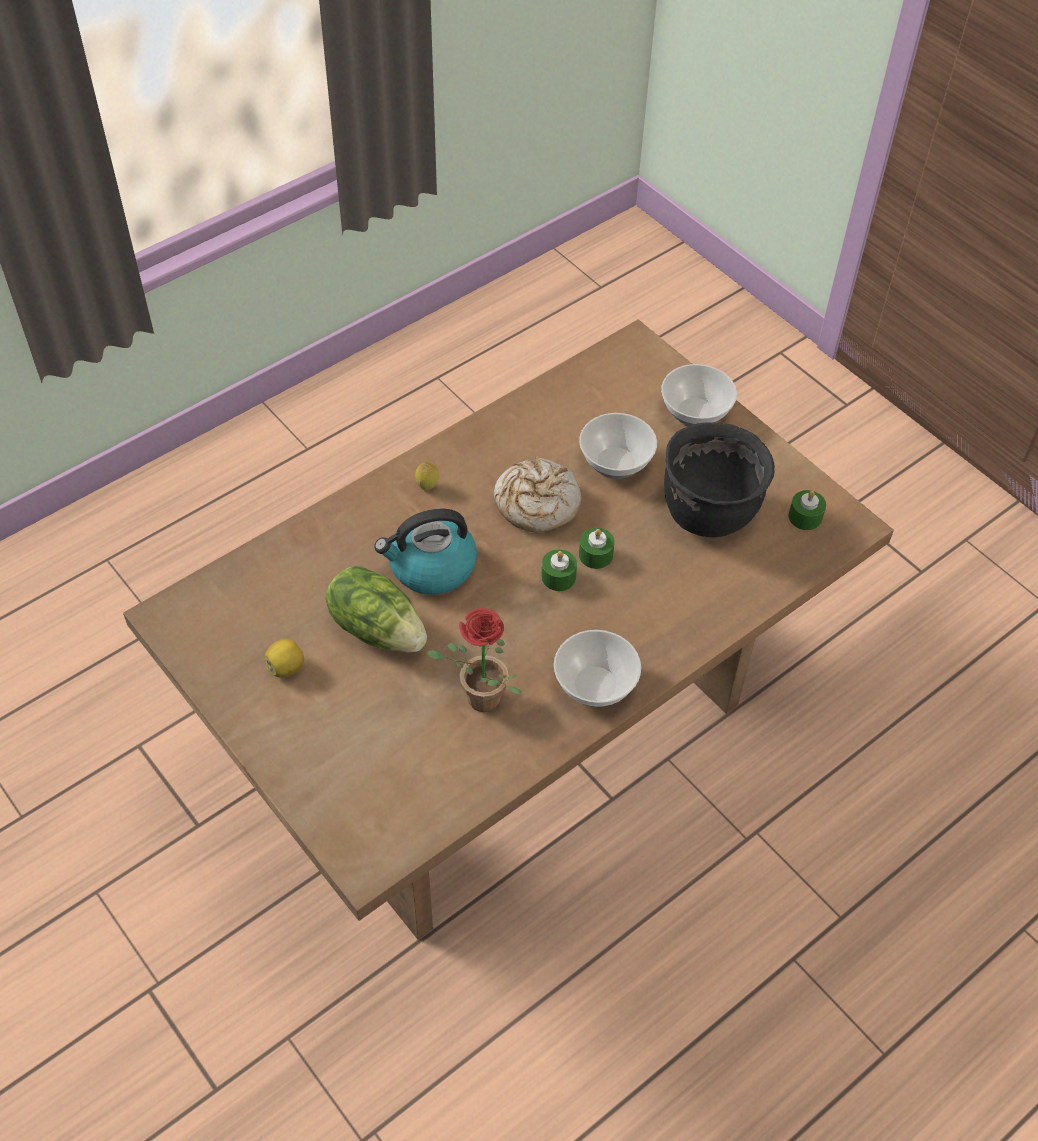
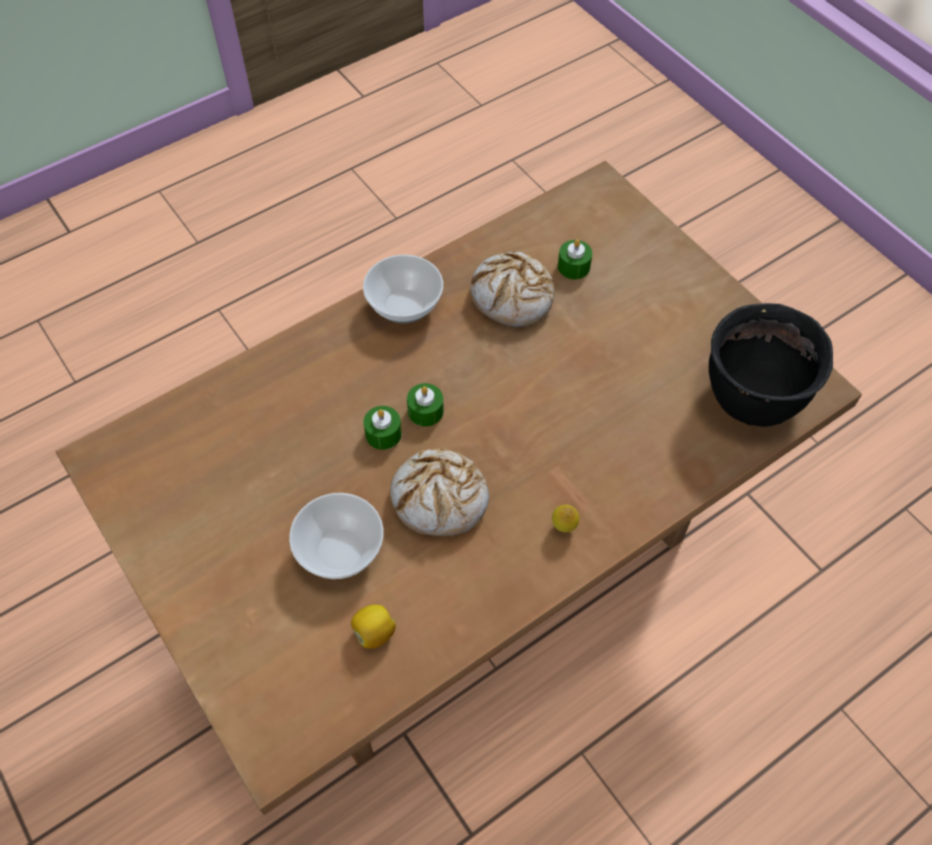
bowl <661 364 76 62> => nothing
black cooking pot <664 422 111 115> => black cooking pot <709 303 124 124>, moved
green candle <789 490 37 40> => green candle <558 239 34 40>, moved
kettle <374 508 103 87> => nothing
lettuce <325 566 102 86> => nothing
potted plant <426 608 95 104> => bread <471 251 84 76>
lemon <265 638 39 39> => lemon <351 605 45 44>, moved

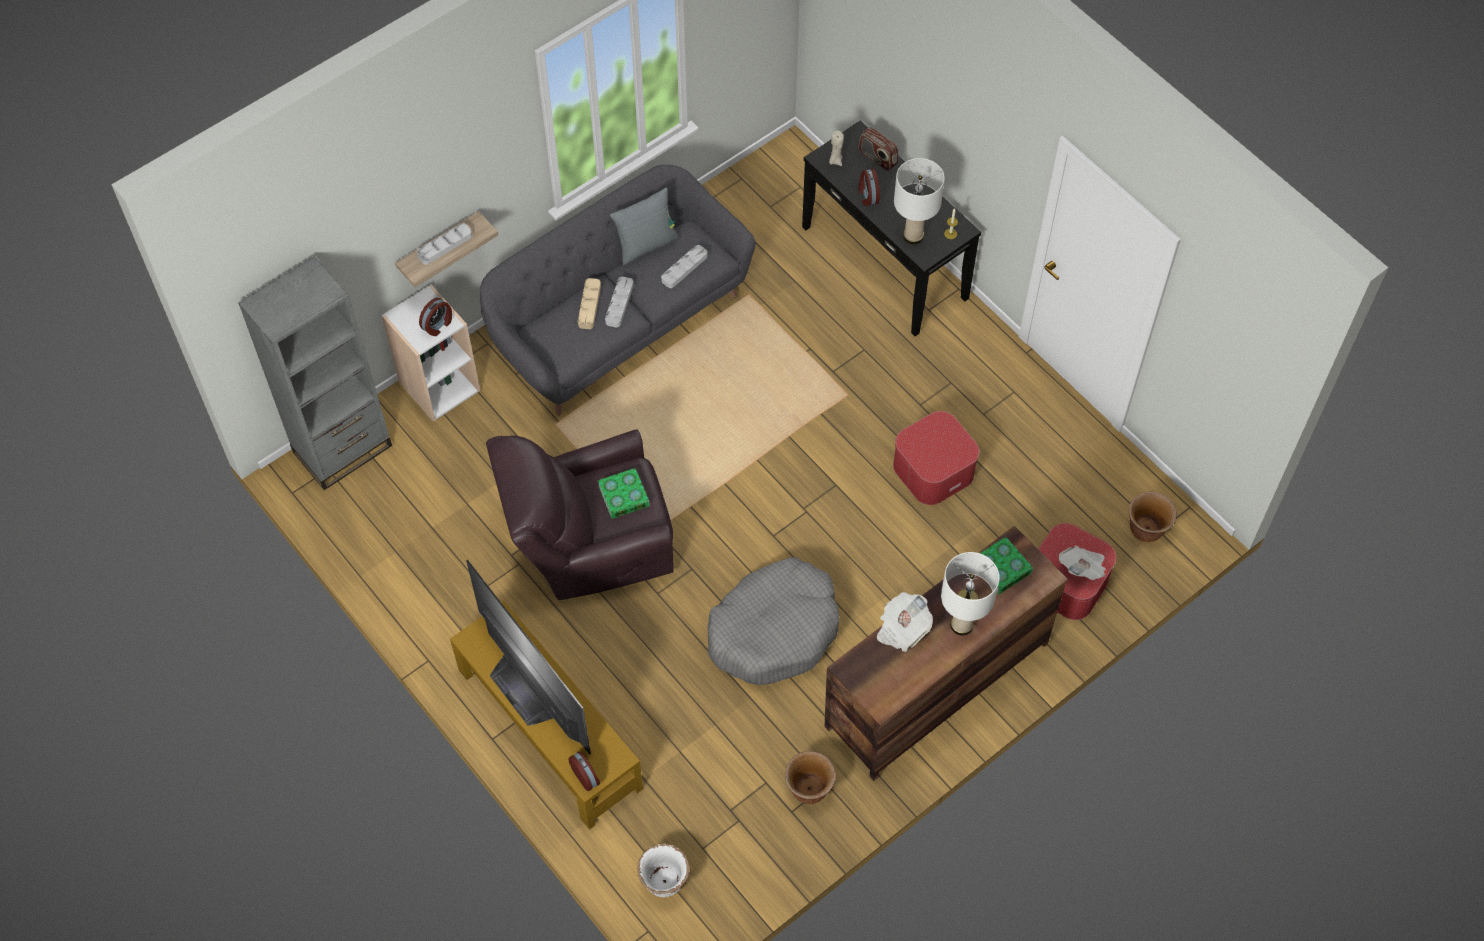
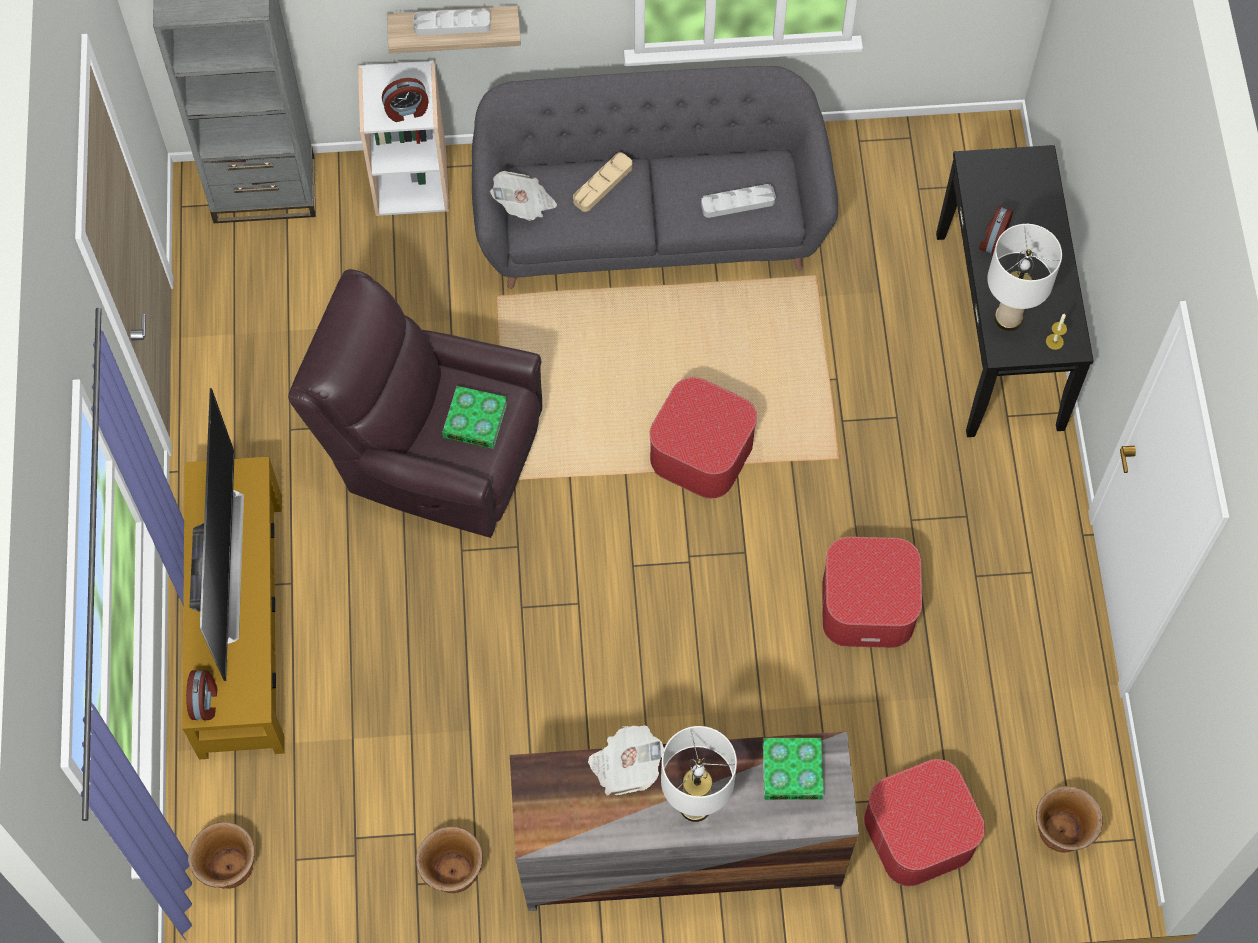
radio <858 127 41 44> => nothing
beige candle <829 131 15 35> => nothing
grey pillow <610 187 69 78> => nothing
grey tray <605 277 29 51> => nothing
brown cabinet <825 526 243 255> => grey cabinet <510 731 349 180>
newspaper <1059 545 47 35> => newspaper <490 171 67 50>, moved
grey dog bed <708 557 132 128> => nothing
white planter <638 844 51 53> => brown planter <188 822 67 67>
nothing => ottoman <649 377 108 122>

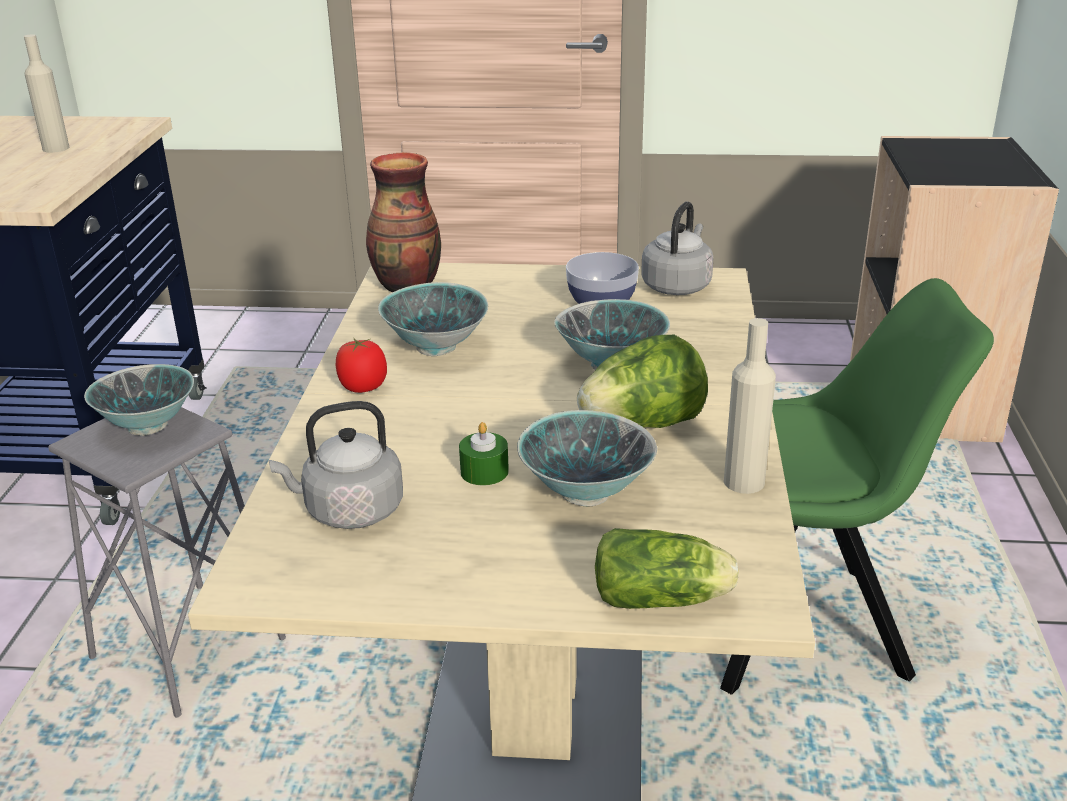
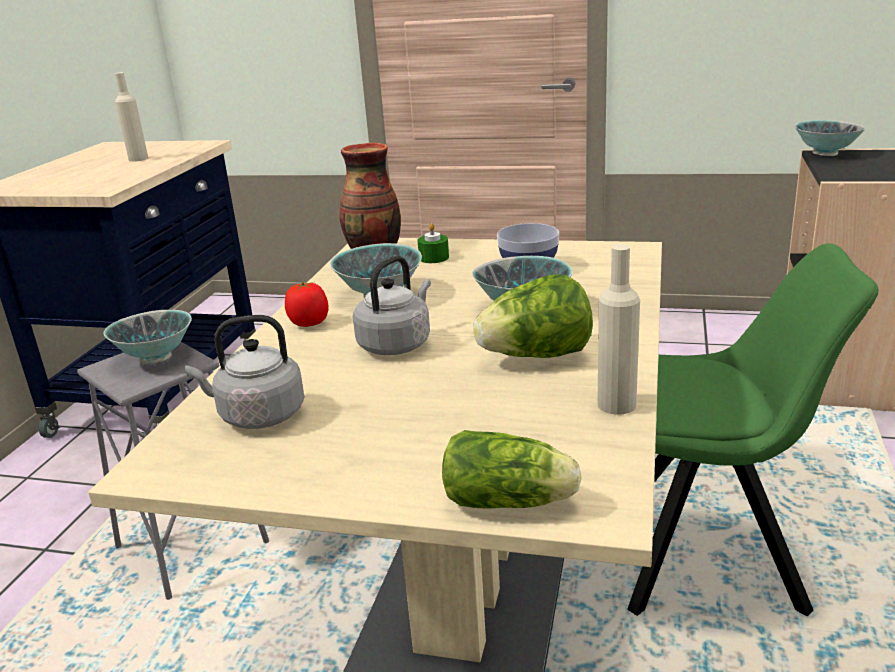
grey kettle <641 202 73 93> => grey kettle <353 255 78 100>, moved
bowl <517 410 140 96> => bowl <794 120 72 36>, moved
green candle <459 422 50 63> => green candle <418 223 31 40>, moved

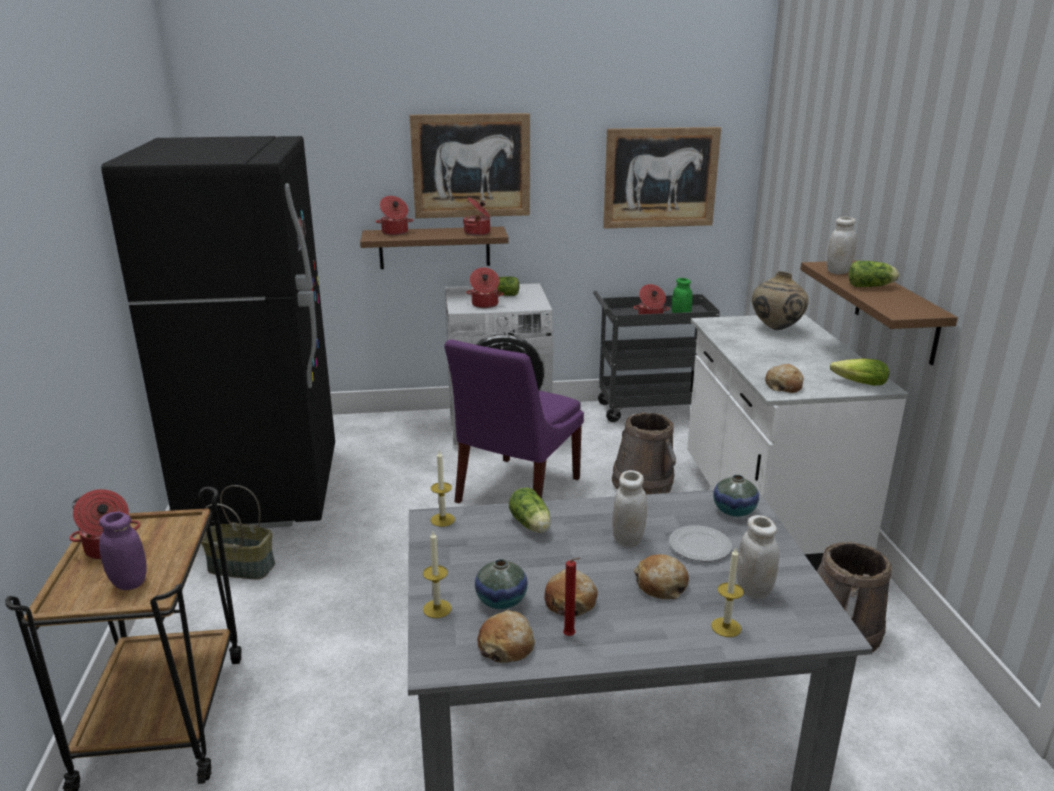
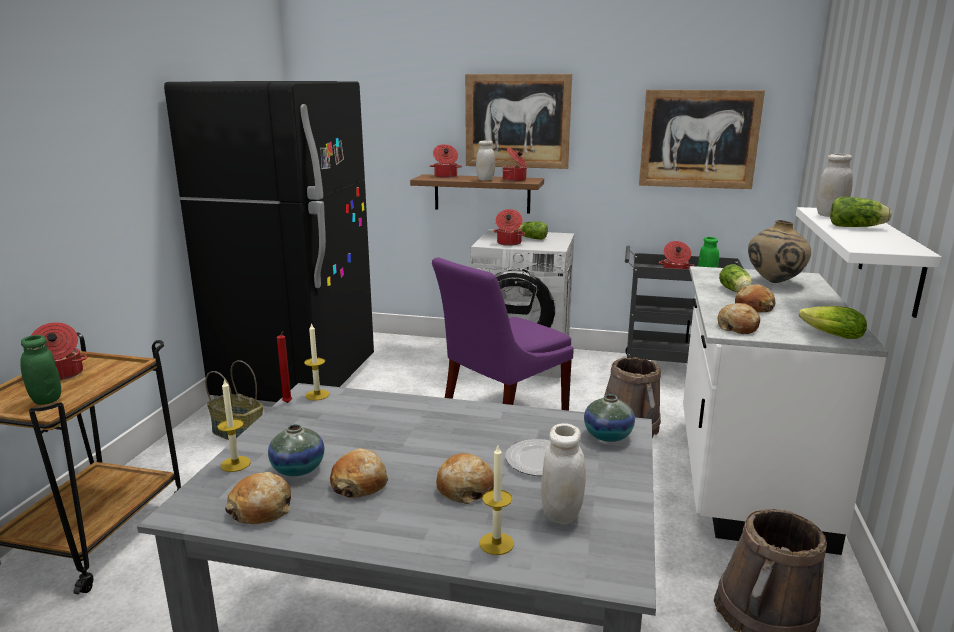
brown shelf <800 261 158 104> => white shelf <796 207 146 111>
white jar <612 470 35 77> => white jar <476 140 19 41>, moved
lettuce <509 488 42 45> => lettuce <719 264 33 28>, moved
purple jar <99 512 48 78> => green jar <20 335 41 70>
red candle <563 558 17 78> => red candle <277 331 15 72>, moved
nothing => bread <735 284 40 28>

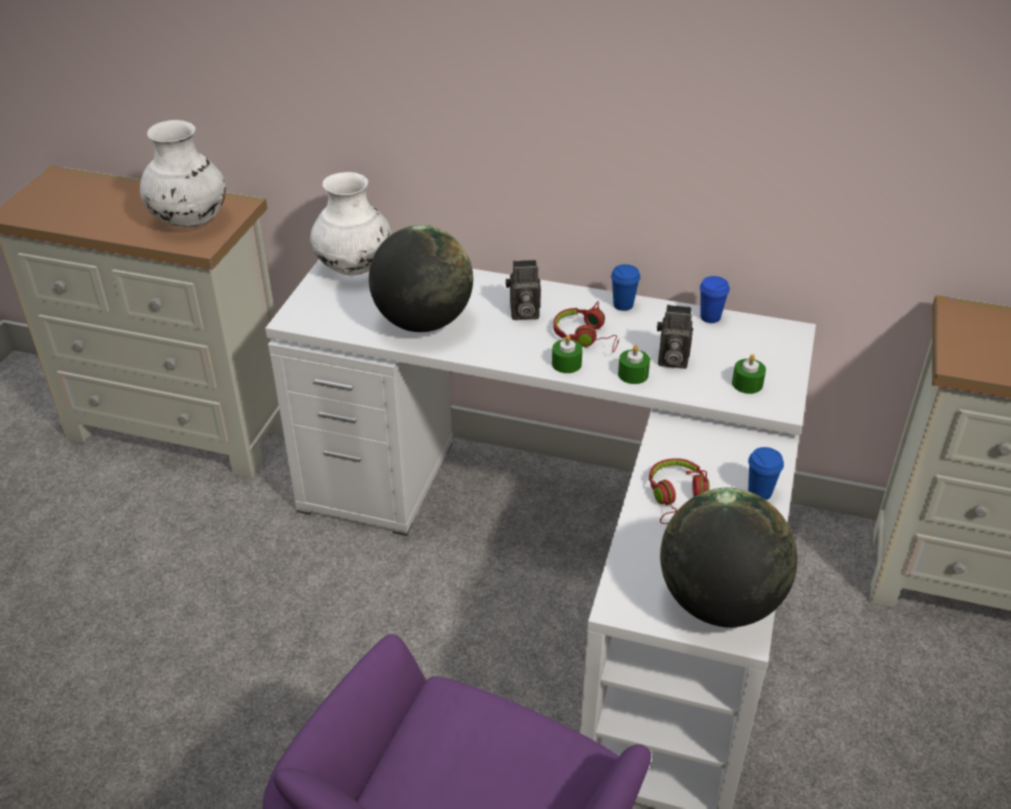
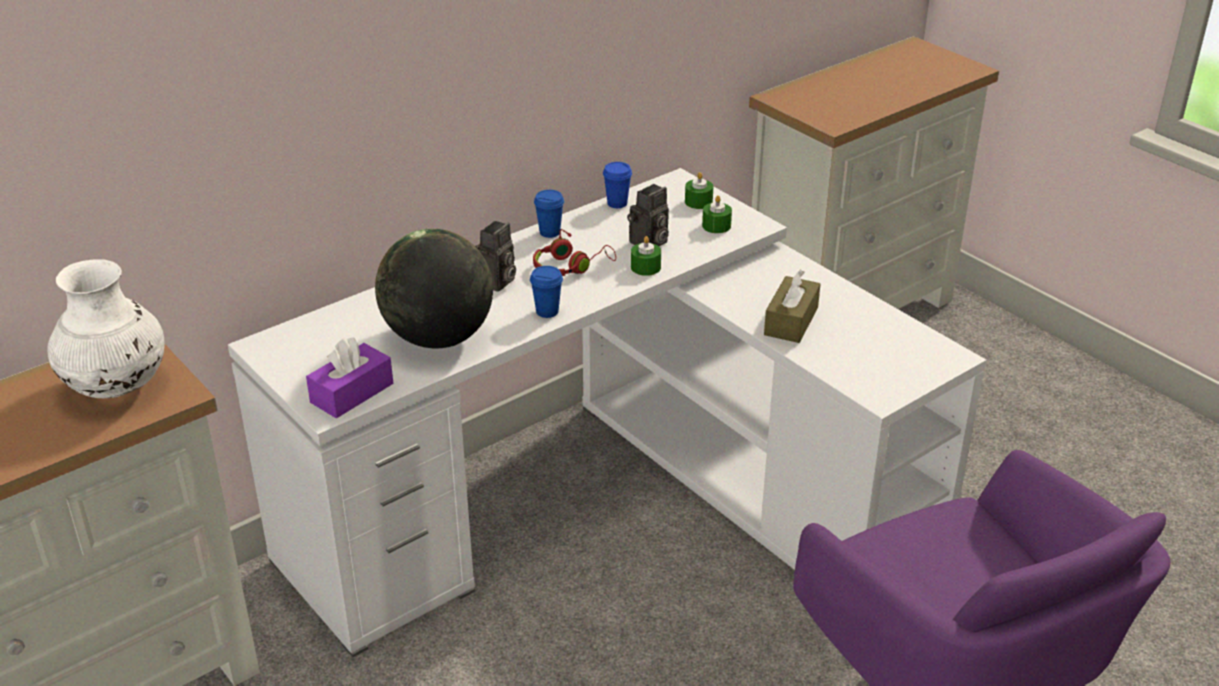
white vase <310 172 82 104> => nothing
green candle <552 335 31 38> => green candle <685 172 28 37>, moved
blue cup <748 447 36 53> => blue cup <530 266 33 52>, moved
red headphones <649 458 61 66> => brown tissue box <764 270 56 73>
globe <660 487 138 141> => nothing
nothing => purple tissue box <306 337 87 81>

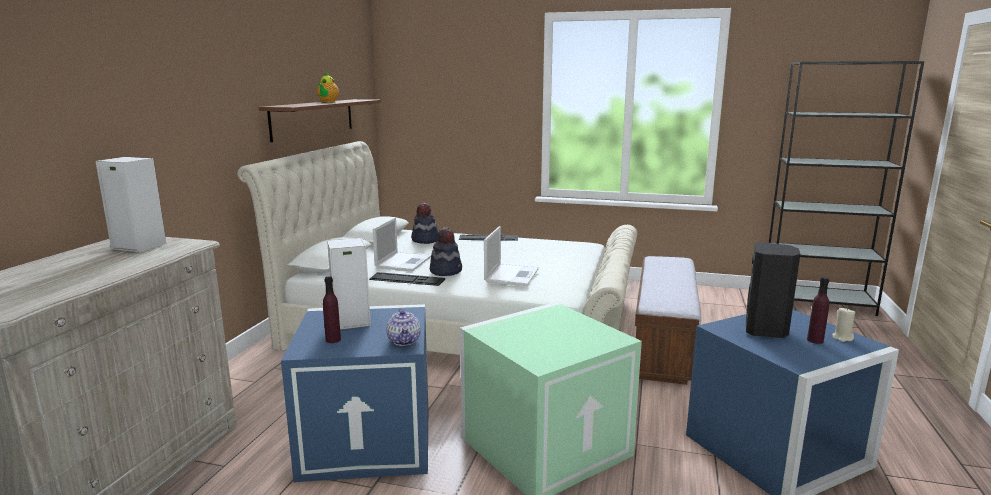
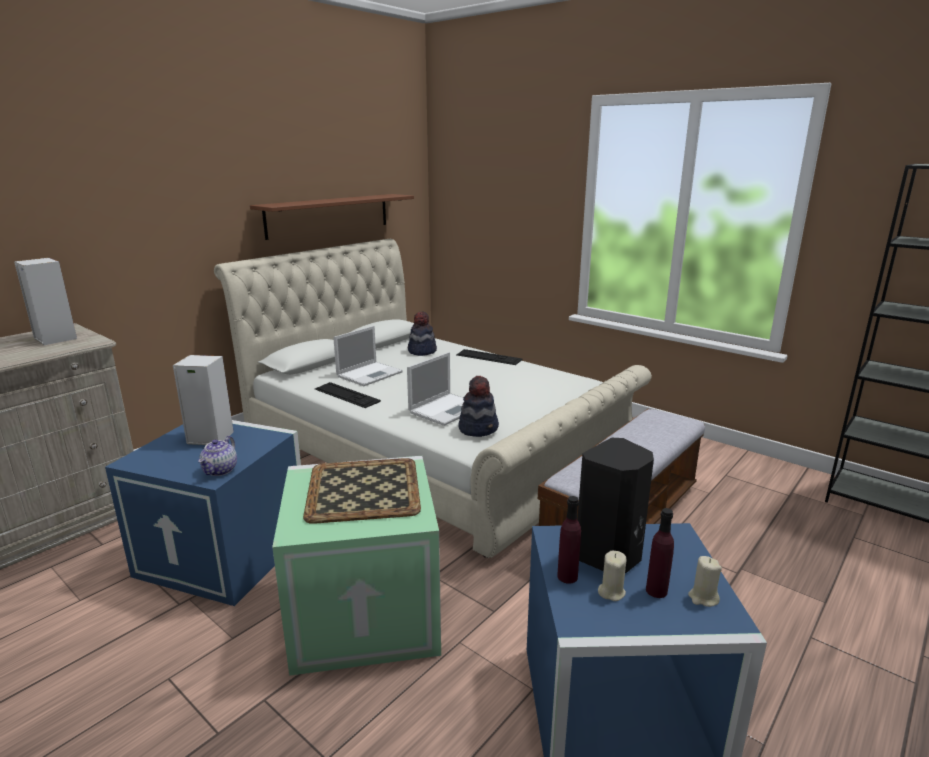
teapot <317 71 22 31> => nothing
hat <430 227 32 49> => hat <458 376 41 61>, moved
purple bottle <323 276 18 67> => purple bottle <557 496 24 88>, moved
nothing => tray <303 458 118 66>
nothing => beige candle <598 550 28 51>

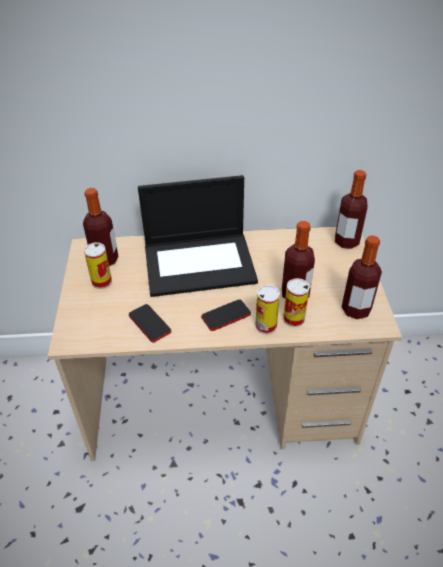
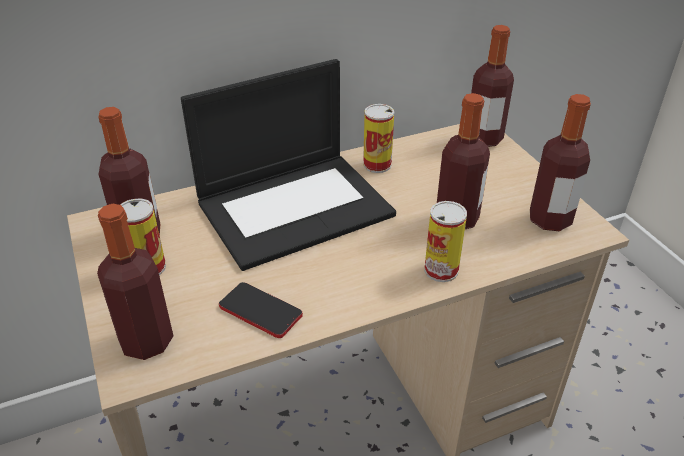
can <283 278 27 49> => can <363 104 31 69>, moved
phone <201 299 50 32> => nothing
nothing => bottle <97 204 76 156>

